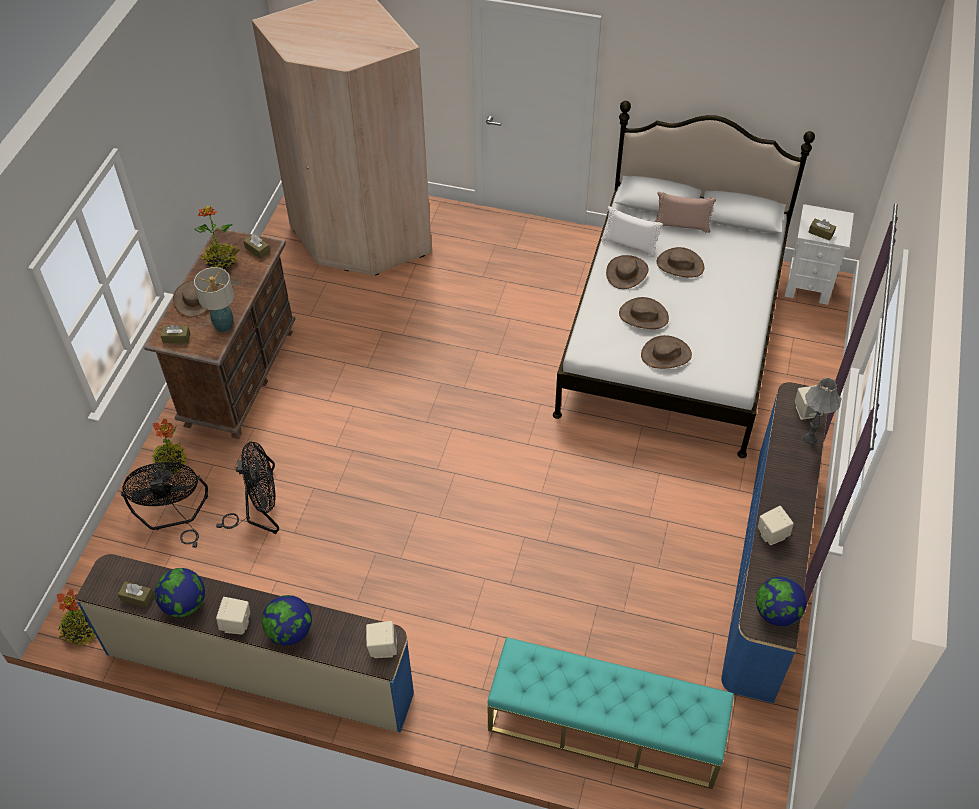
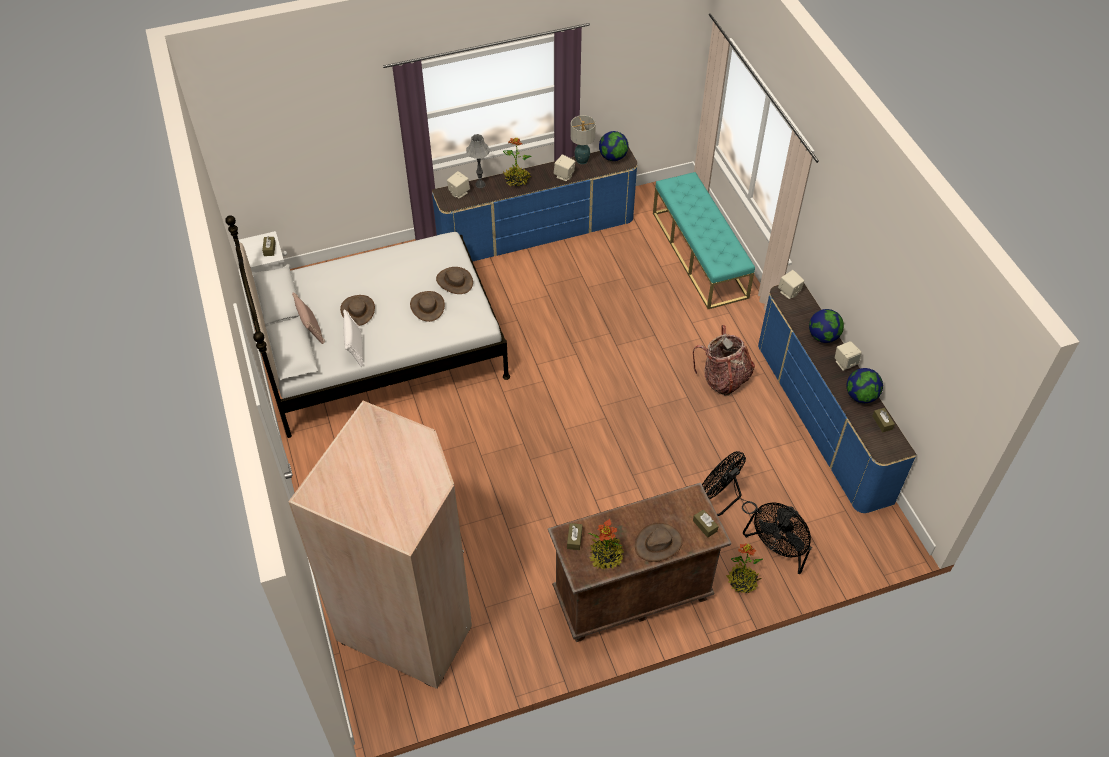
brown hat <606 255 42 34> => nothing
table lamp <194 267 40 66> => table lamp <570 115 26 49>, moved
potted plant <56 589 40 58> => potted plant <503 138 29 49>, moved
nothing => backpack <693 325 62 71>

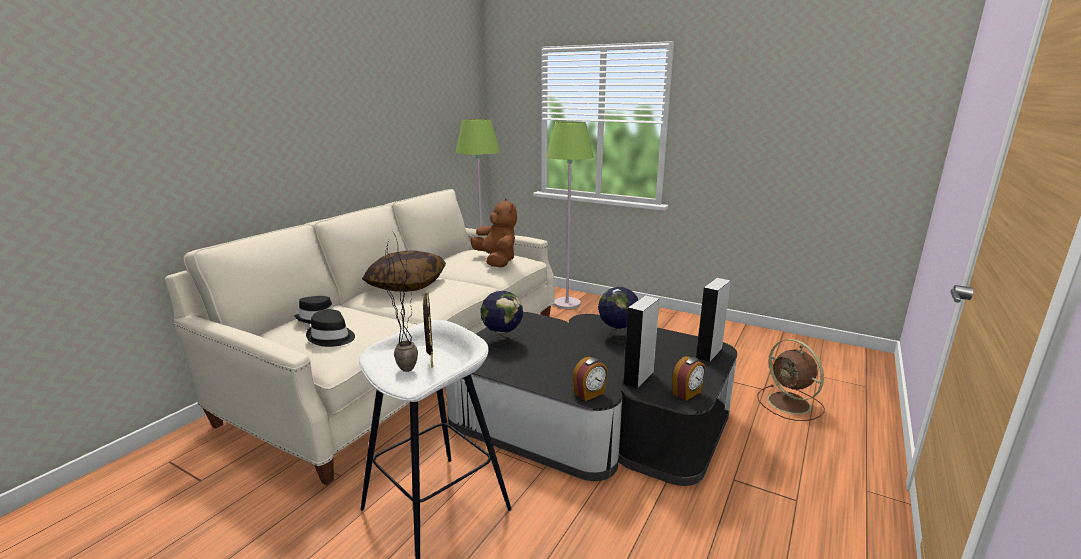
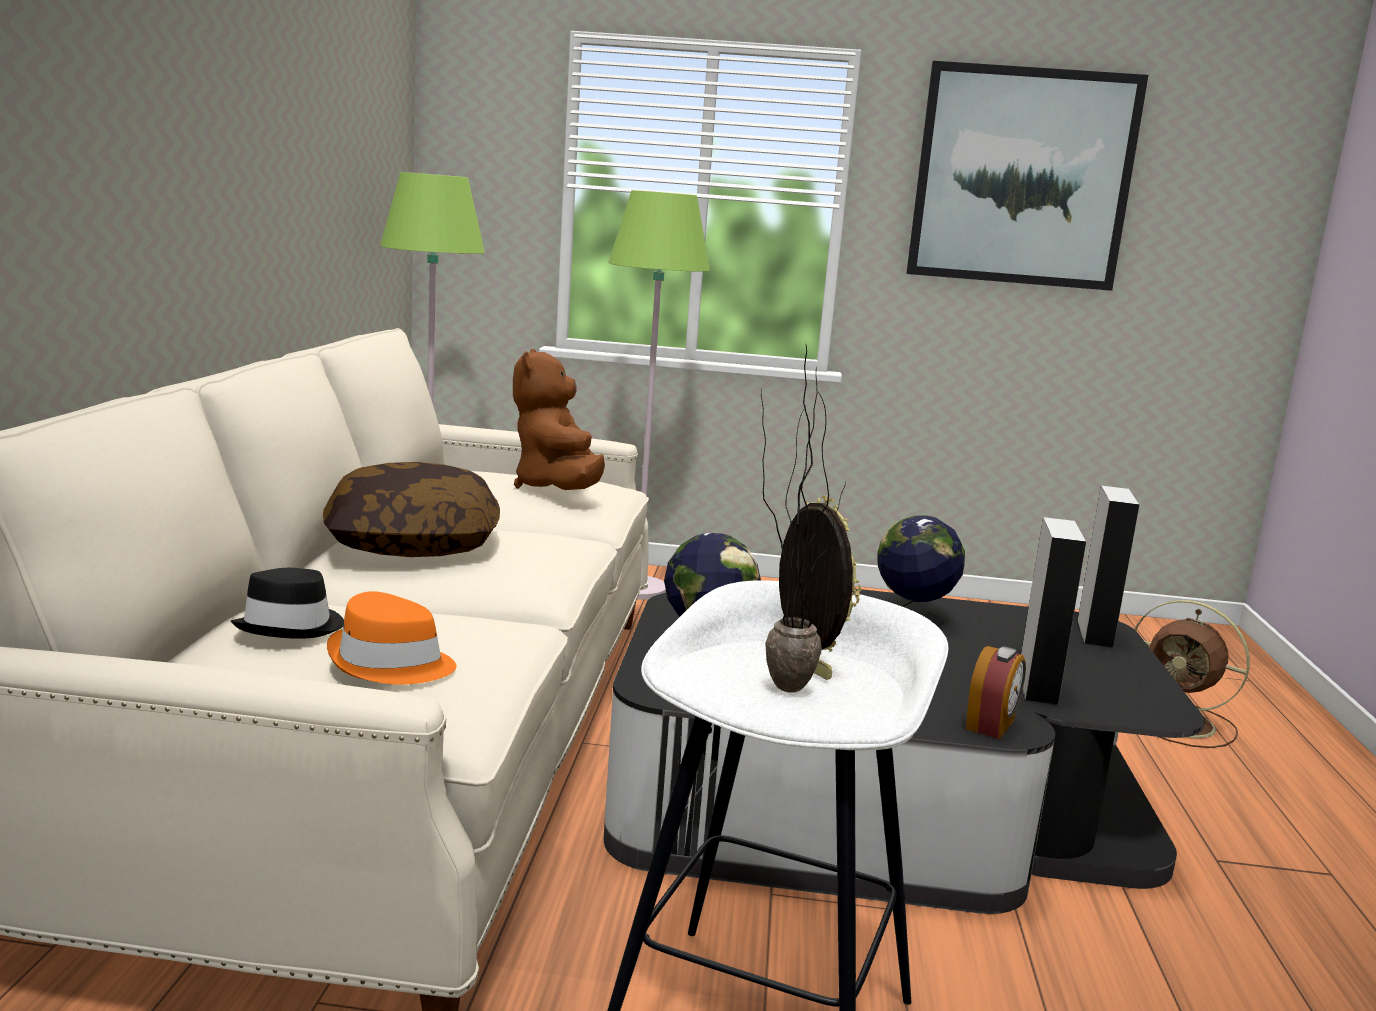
brown plush toy <470 198 47 69> => brown plush toy <513 349 92 141>, 135 degrees counterclockwise
black hat <306 309 49 38> => orange hat <327 591 129 94>
alarm clock <672 356 34 45> => nothing
nothing => picture <907 61 241 230>

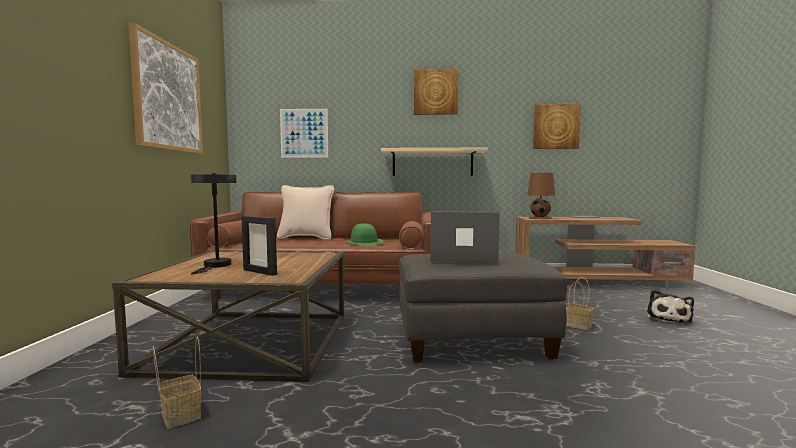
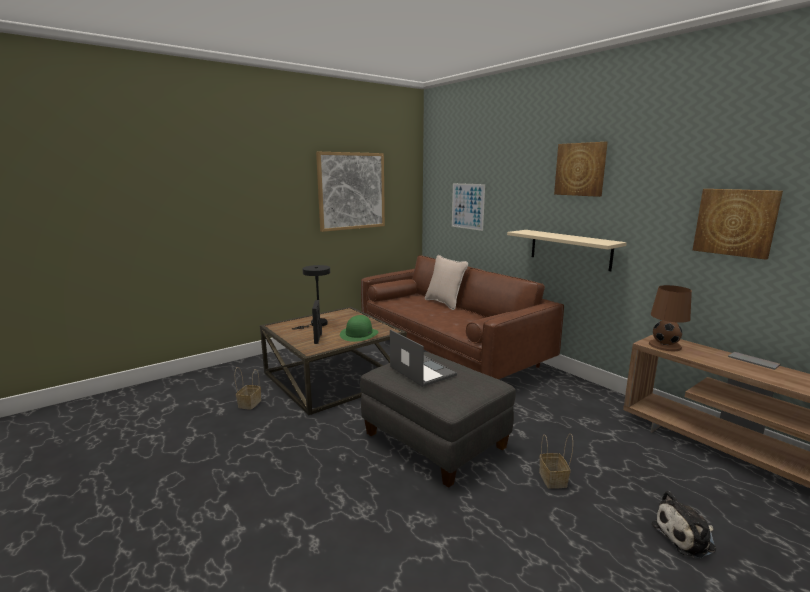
green hat <345 224 38 22> => green hat <340 315 38 27>, moved

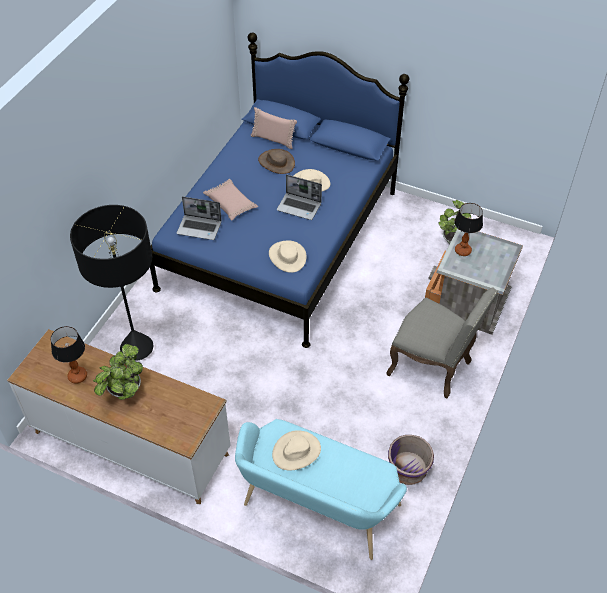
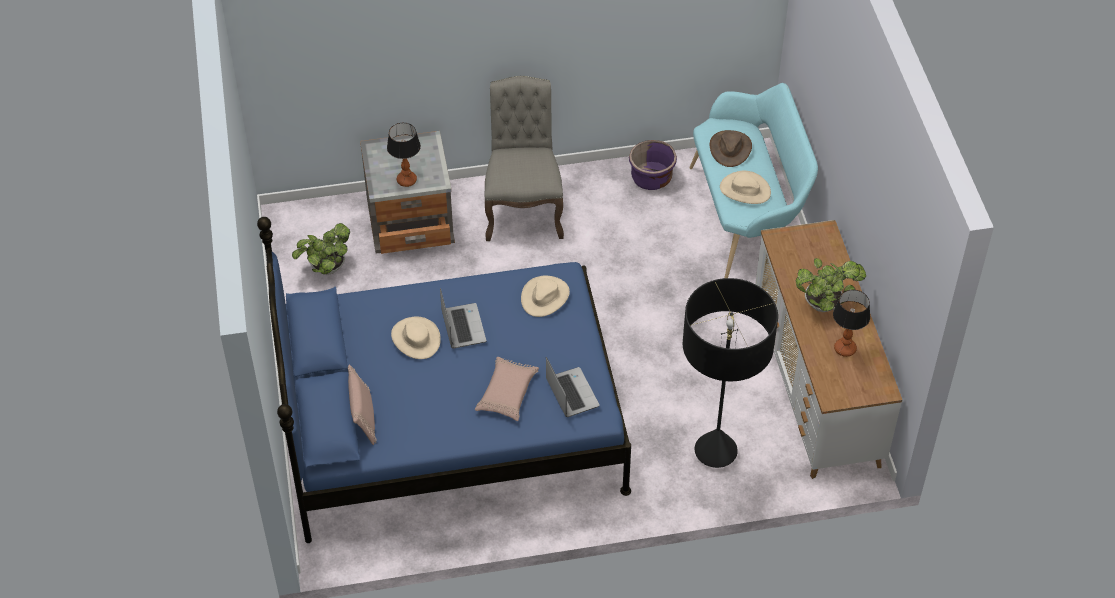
brown hat <258 149 37 25> => brown hat <710 130 42 37>, moved

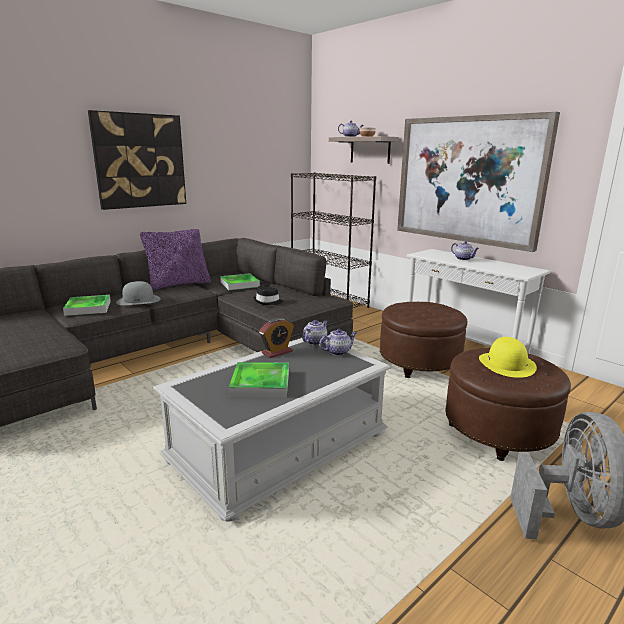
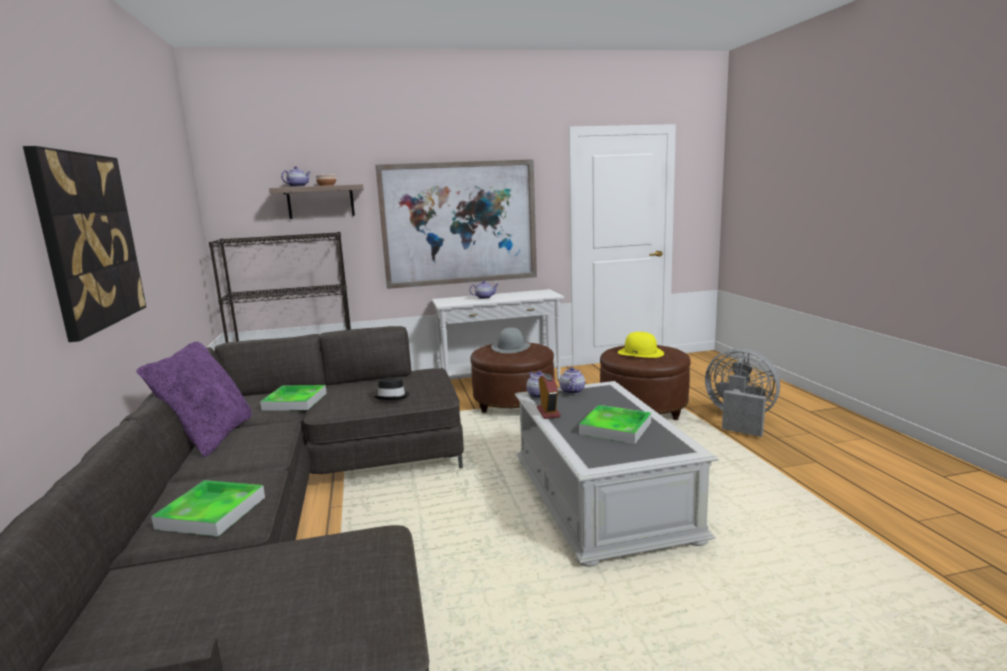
grey hat <116 281 45 24> => grey hat <491 327 40 26>, moved

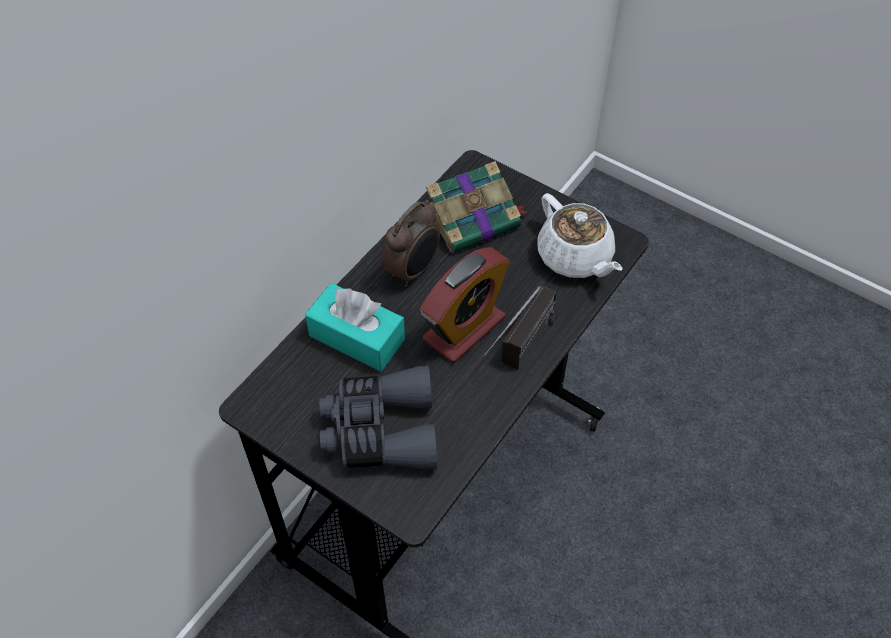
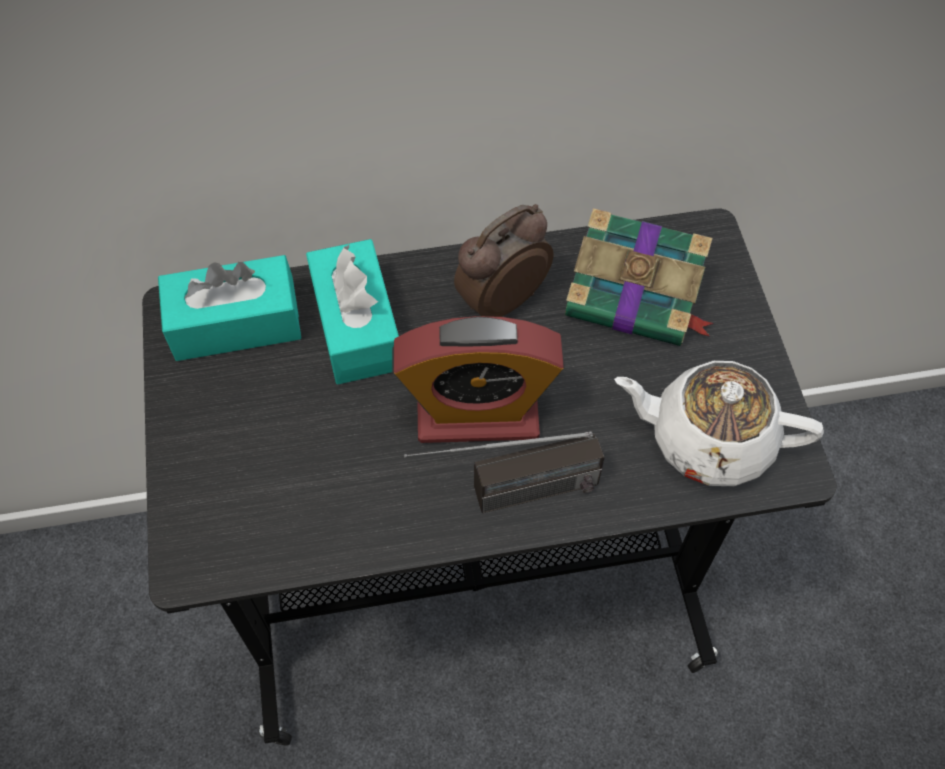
white teapot <537 193 86 85> => white teapot <614 361 210 126>, 90 degrees clockwise
alarm clock <381 200 59 87> => alarm clock <454 204 99 113>, 150 degrees clockwise
grey binoculars <319 366 118 103> => nothing
nothing => turquoise tissue box <158 255 143 106>

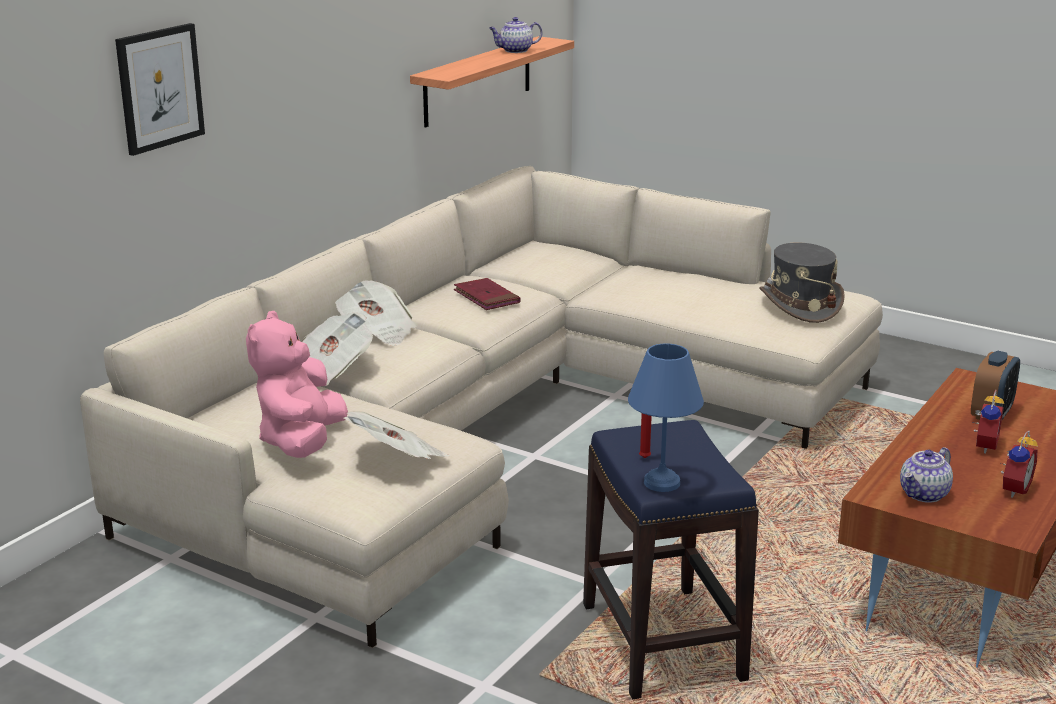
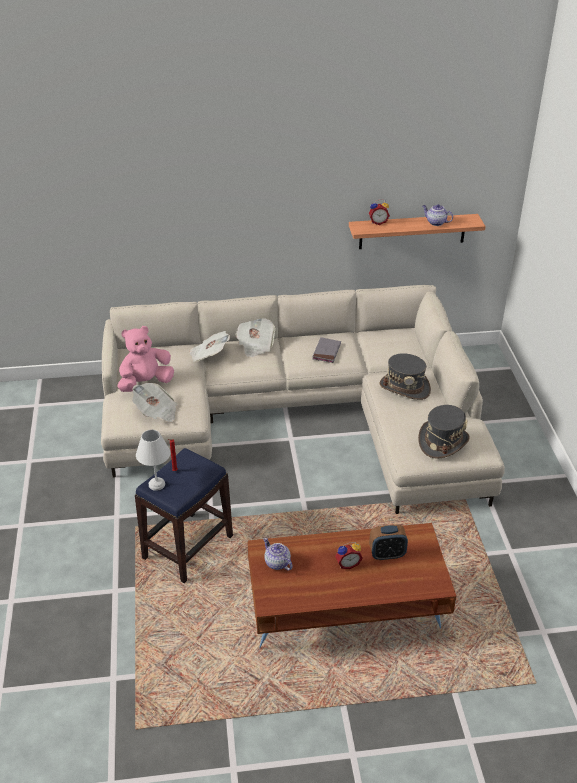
picture <115 23 90 133> => nothing
red book <454 278 66 32> => grey book <312 337 29 26>
blue table lamp <628 343 76 149> => white table lamp <136 430 34 61>
alarm clock <1001 431 37 67> => alarm clock <369 199 21 26>, moved
teapot <900 447 53 56> => teapot <263 538 29 32>, 45 degrees clockwise
nothing => grey hat <379 353 52 47>

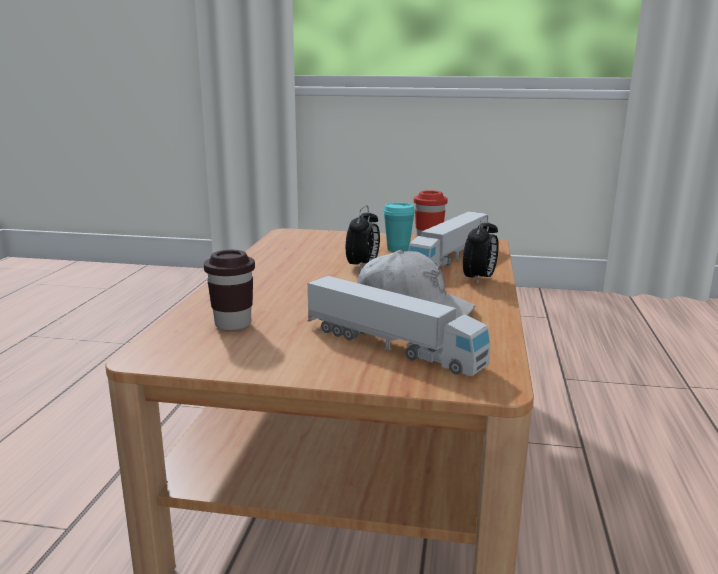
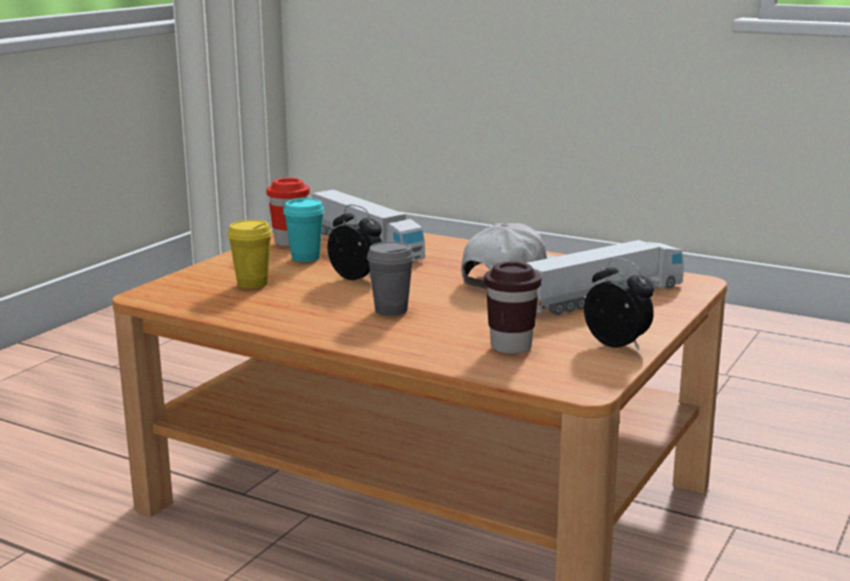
alarm clock <463 215 36 69> => alarm clock <584 258 70 93>, moved
nothing => yellow cup <227 220 45 69>
nothing => grey cup <367 241 48 75>

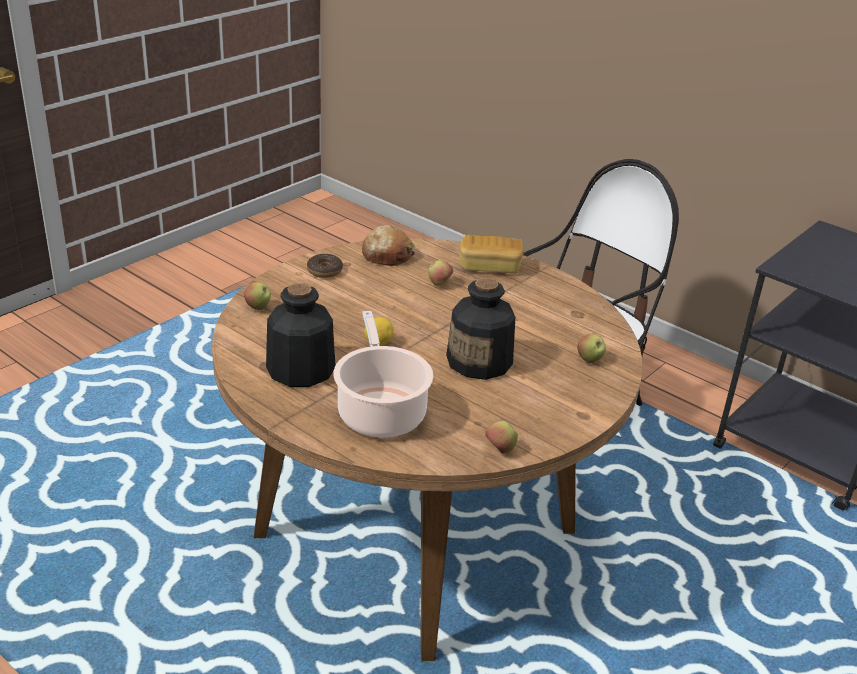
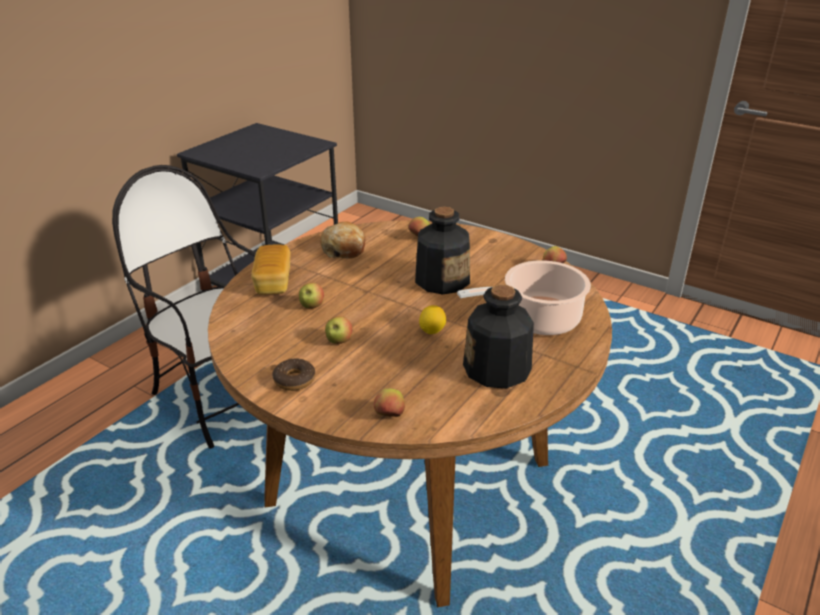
bread <362 225 53 41> => bread <320 221 45 38>, moved
nothing => apple <325 316 27 28>

